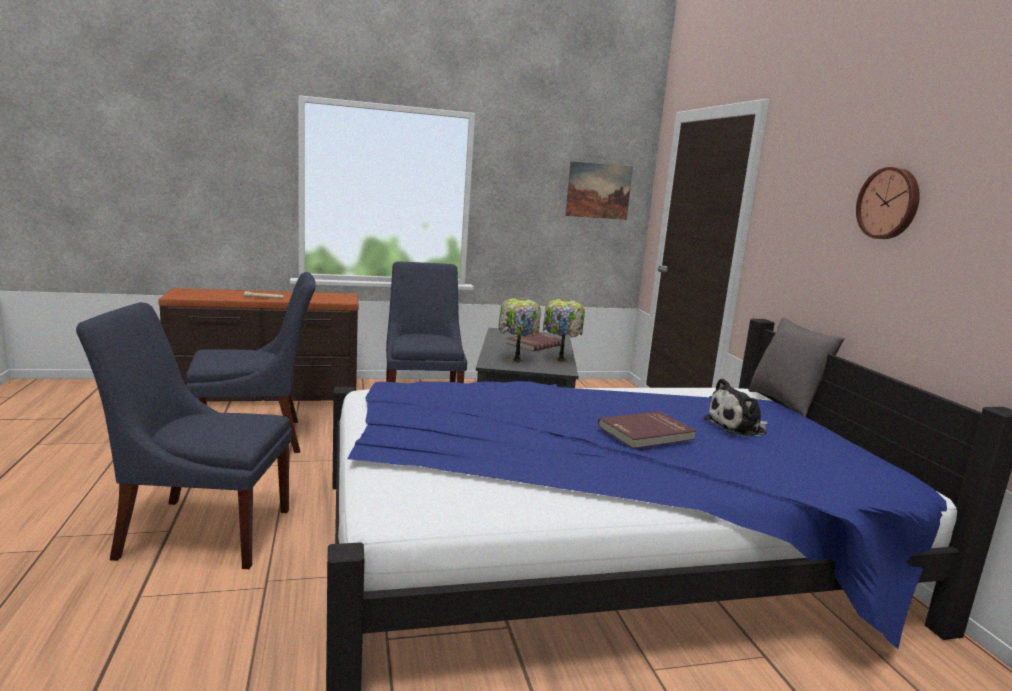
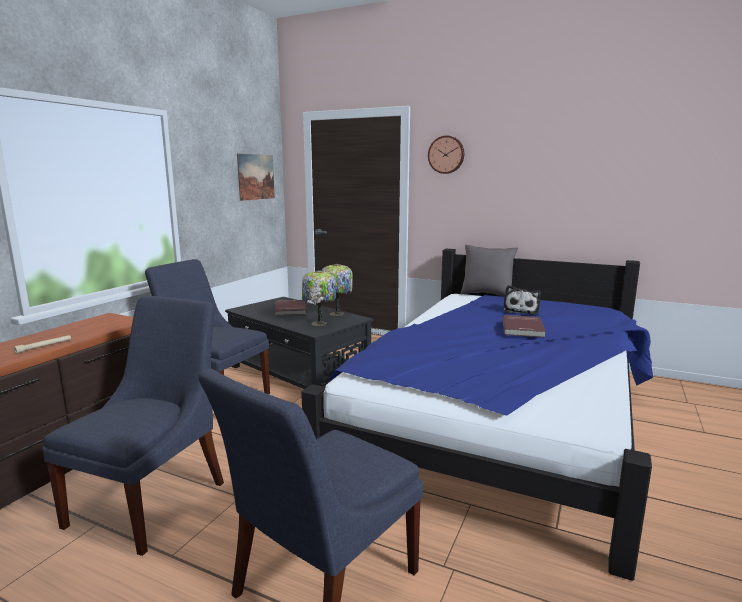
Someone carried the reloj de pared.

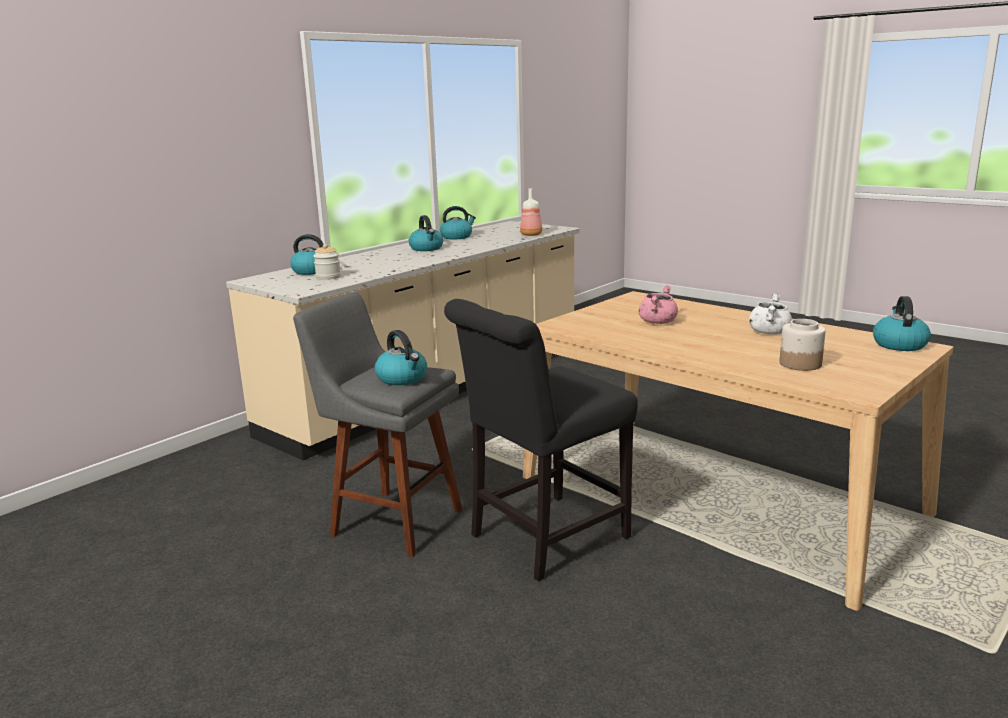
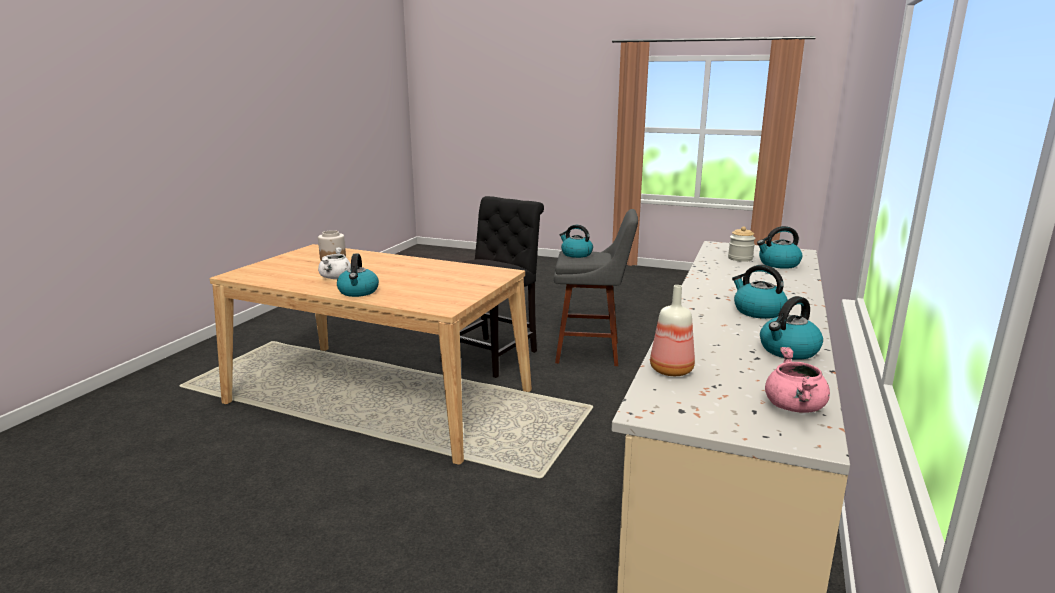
Someone carried the olla (rosa).
Someone carried the hervidor (5th from left in the first image).

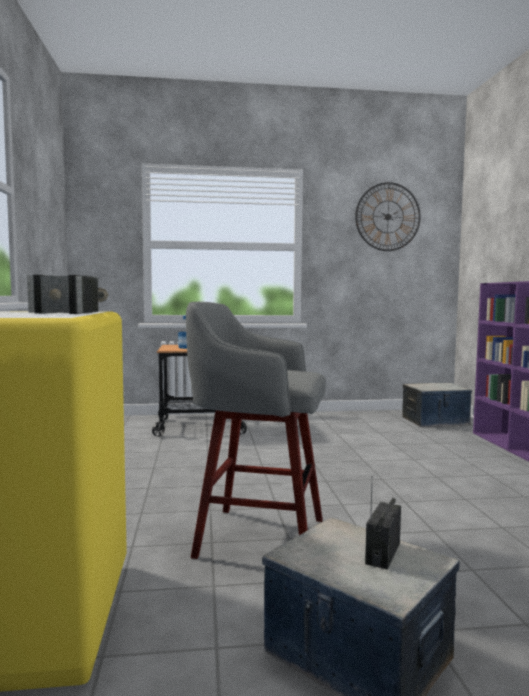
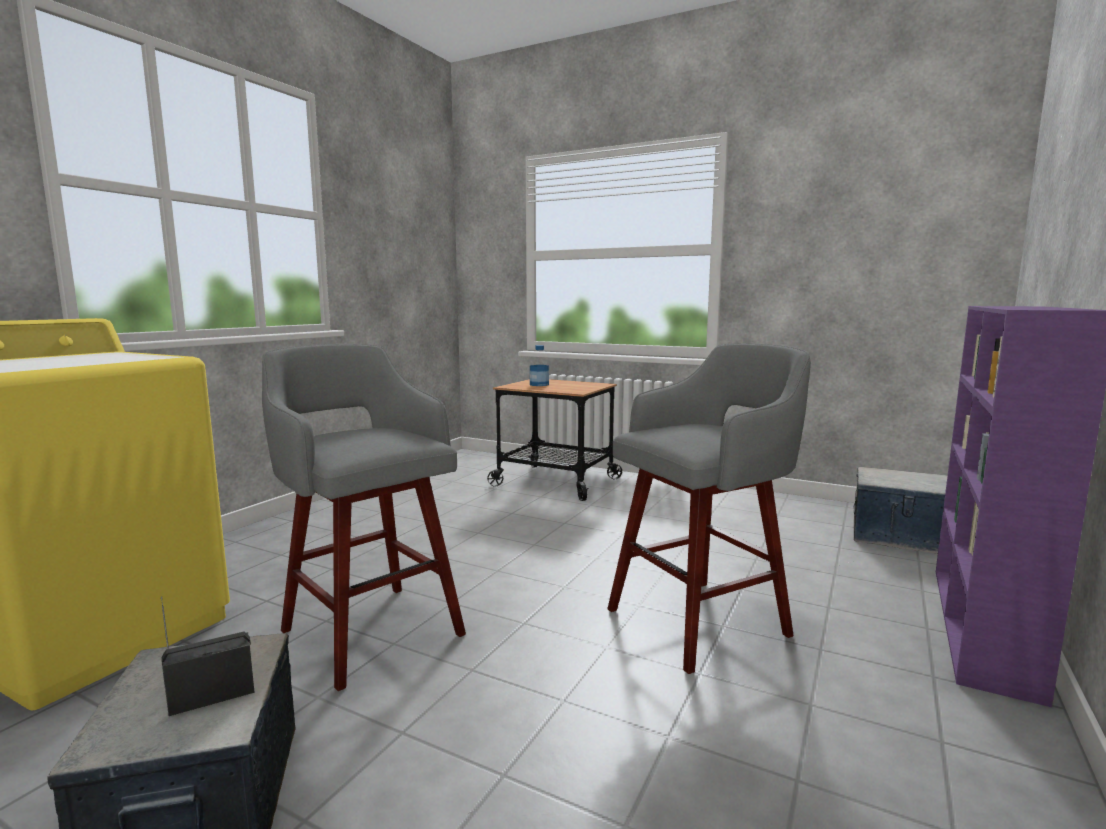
Someone took away the reloj de pared.
Someone took away the martillo.
Someone put down the taburete (gris) (2nd from left).

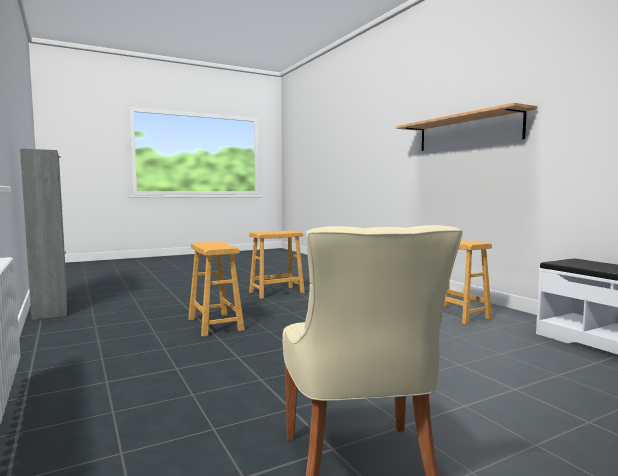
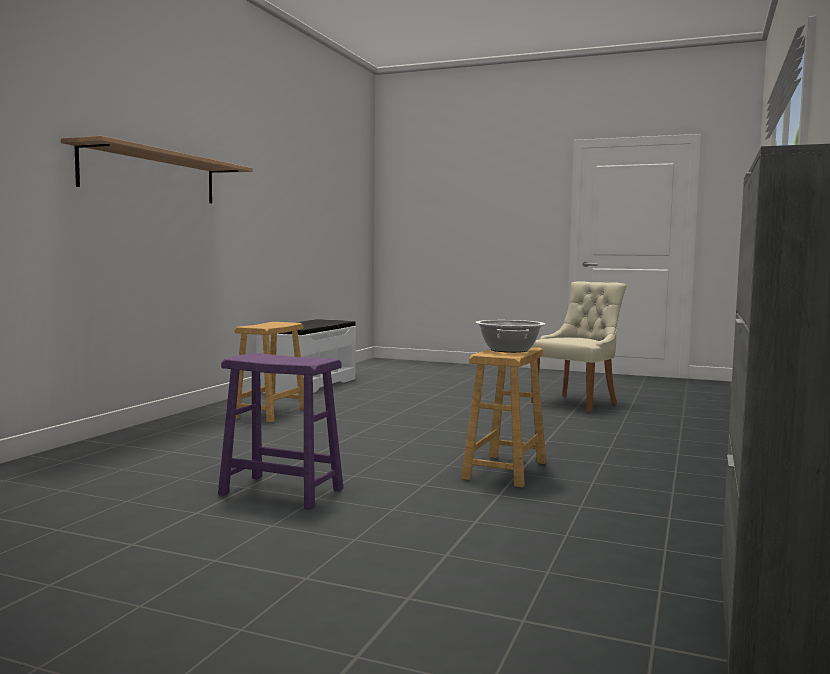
Someone repainted the taburete (marrón) (2nd from left), which became the taburete (morado).
Someone put down the olla.

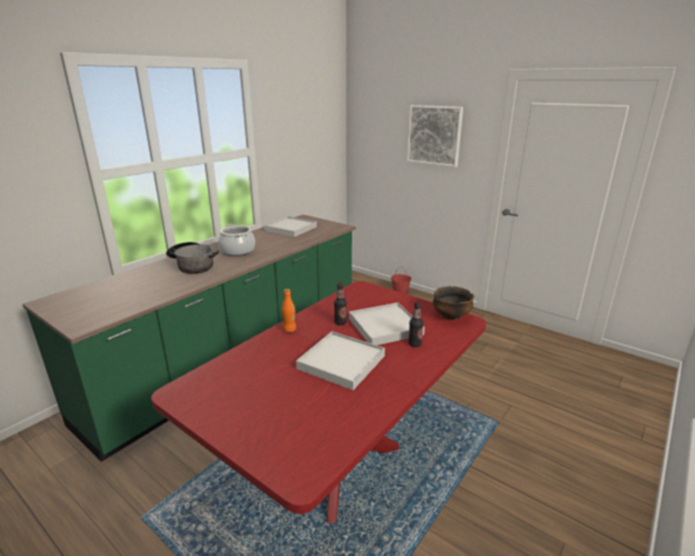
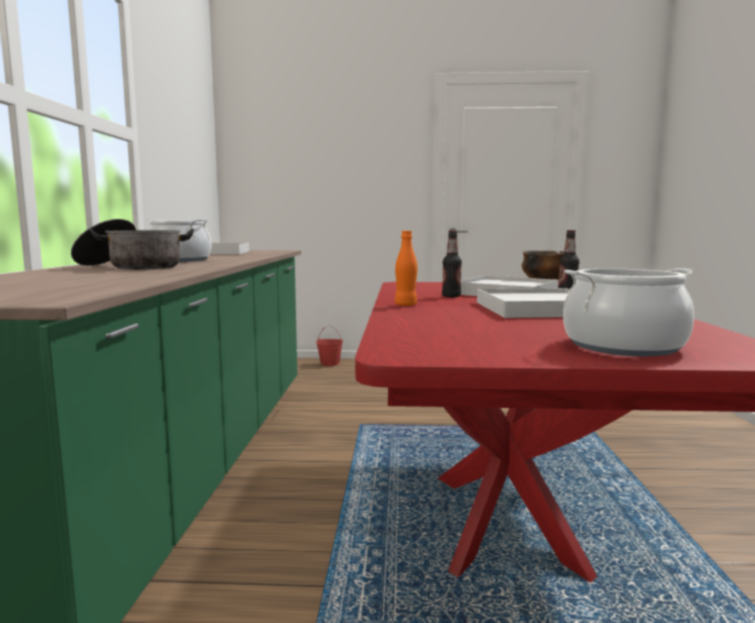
Someone took away the cuadro.
Someone put down the olla (3rd from left).

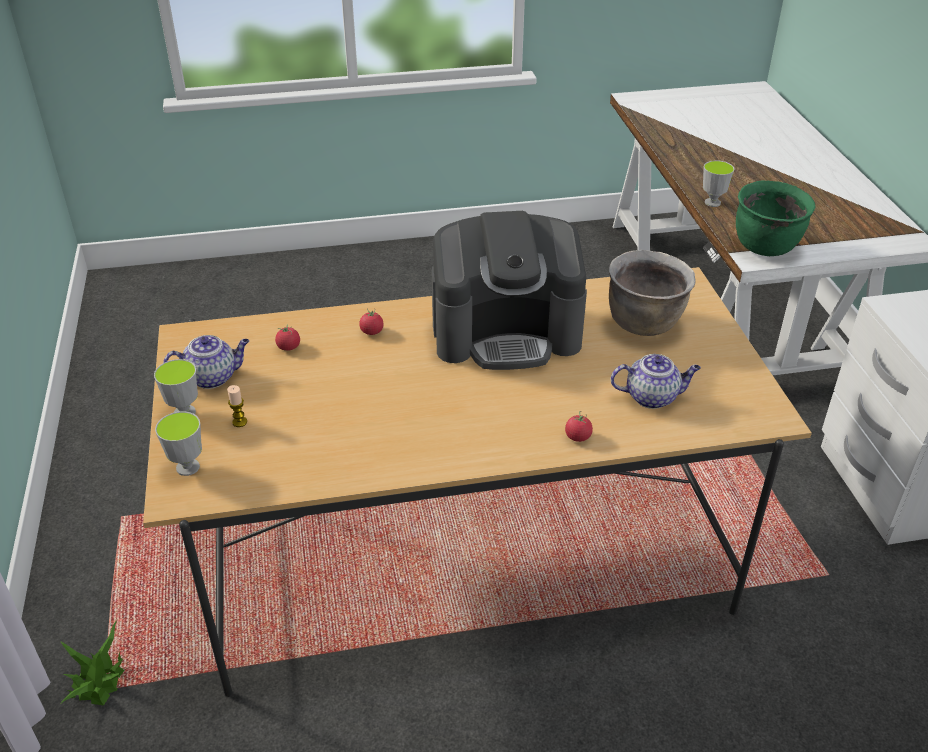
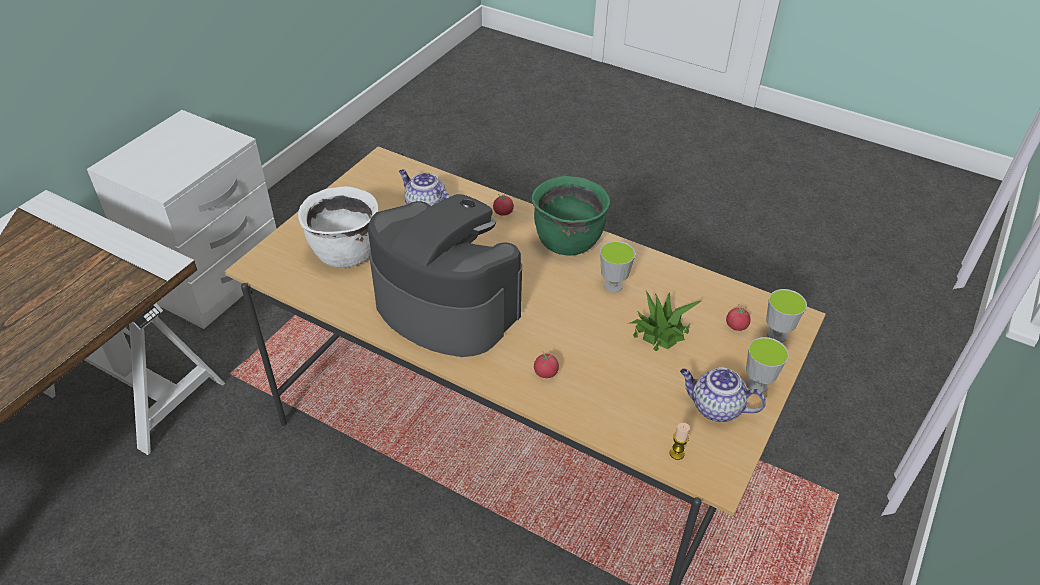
Someone carried the taza (3rd from left in the first image).
Someone carried the olla (verde).
Someone repainted the olla (marrón), which became the olla (blanco).
Someone carried the tomate (1st from left in the first image).
Someone carried the vela.
Someone carried the planta en maceta.

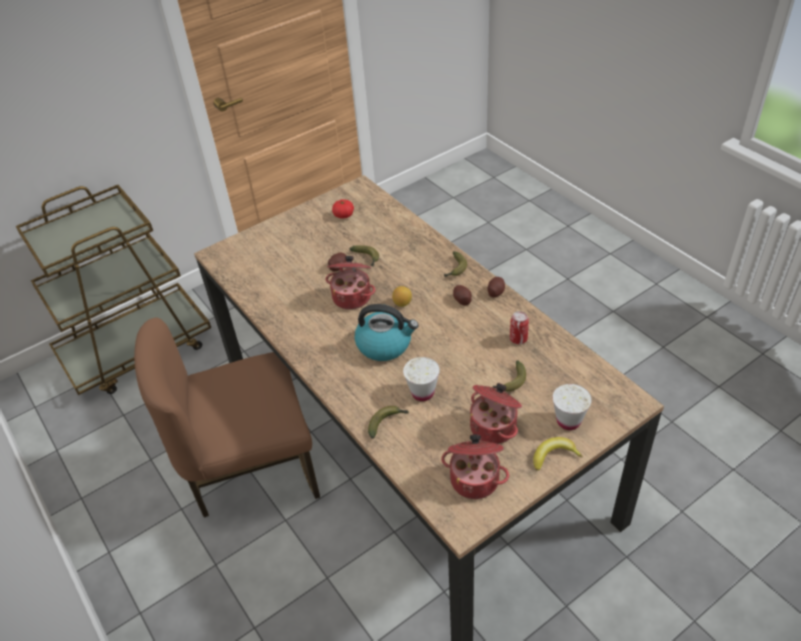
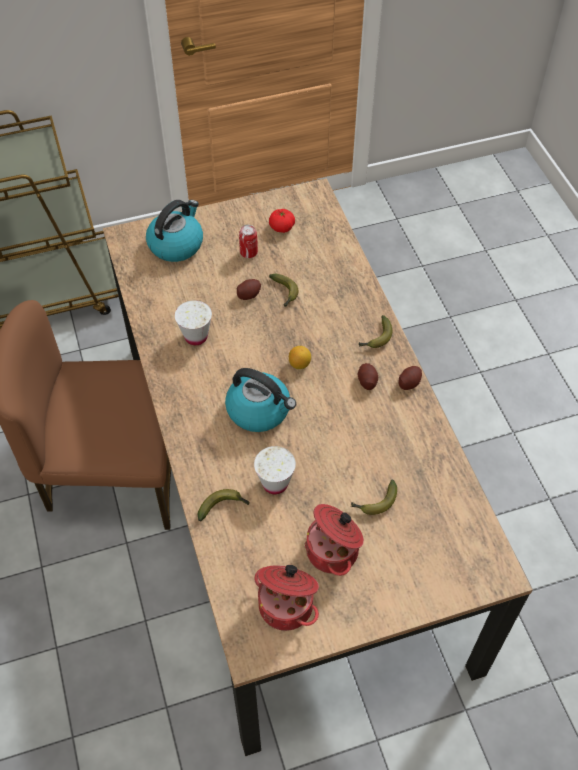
Someone took away the olla (1st from left).
Someone carried the lata.
Someone carried the taza (blanco) (2nd from left in the first image).
Someone took away the plátano (5th from left).
Someone put down the hervidor (1st from left).

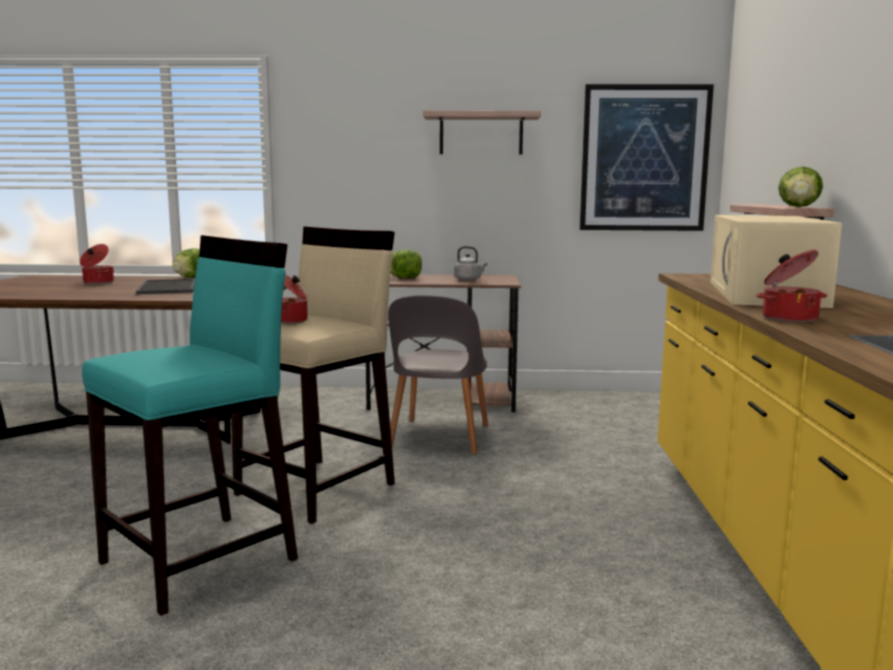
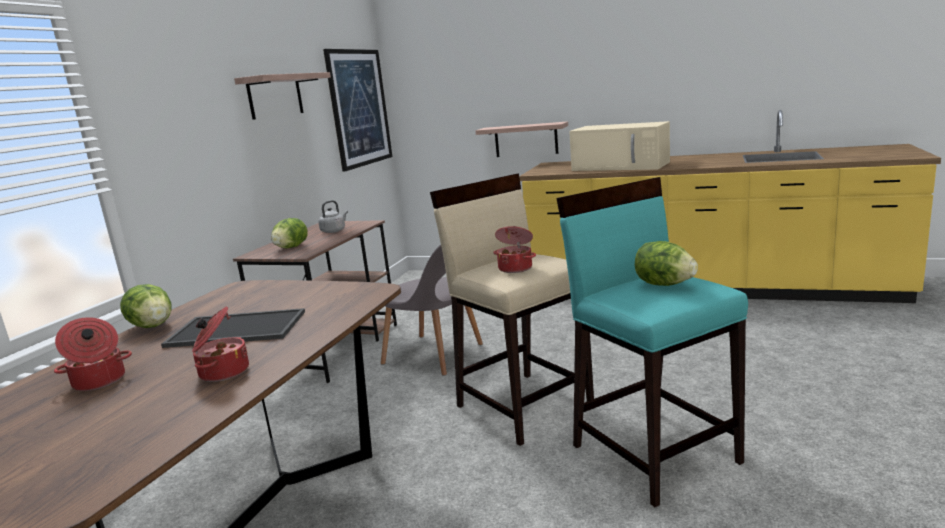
Someone carried the lechuga (3rd from left).
Someone carried the olla (3rd from left in the first image).

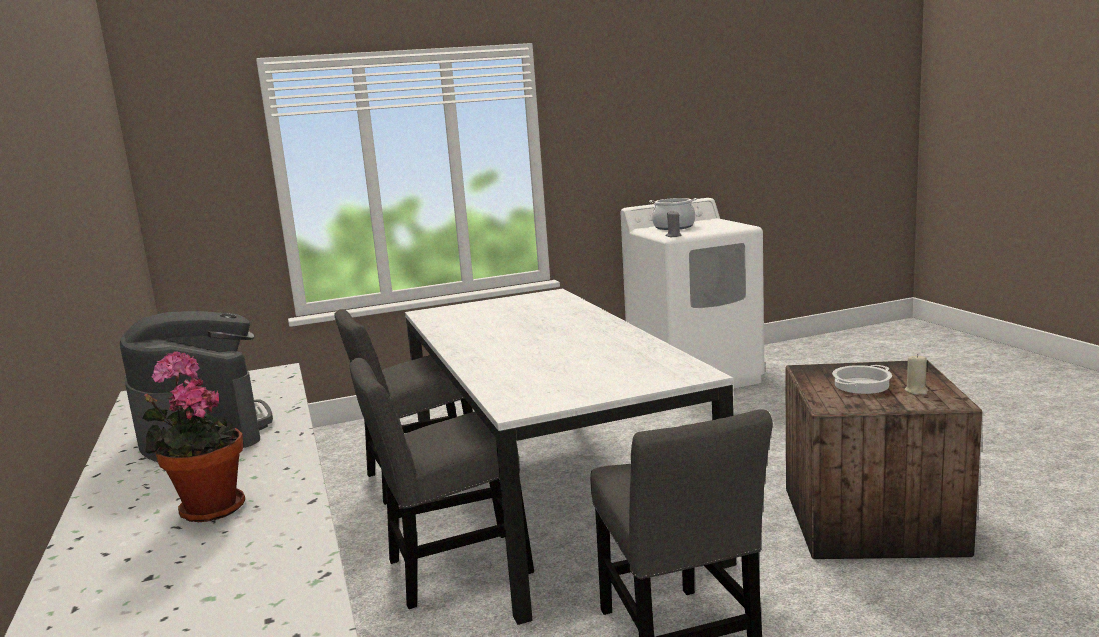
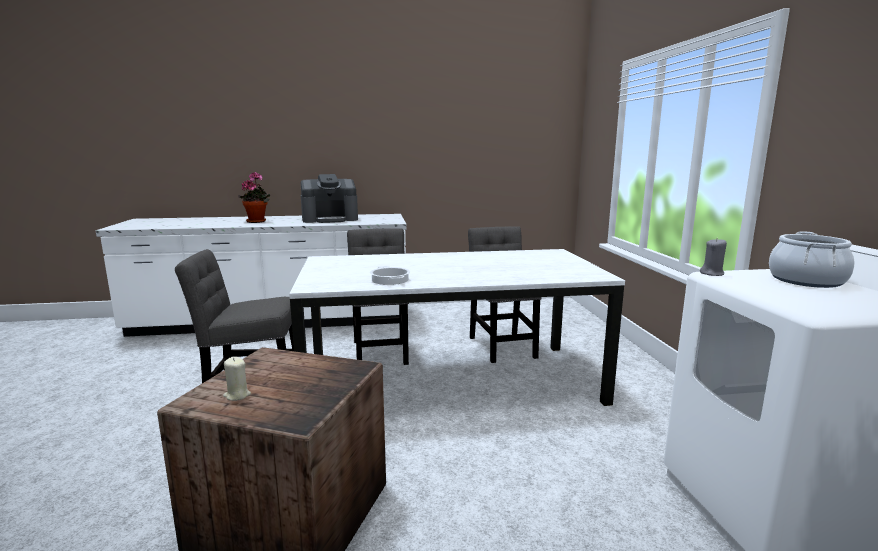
Someone carried the olla (2nd from left in the first image).

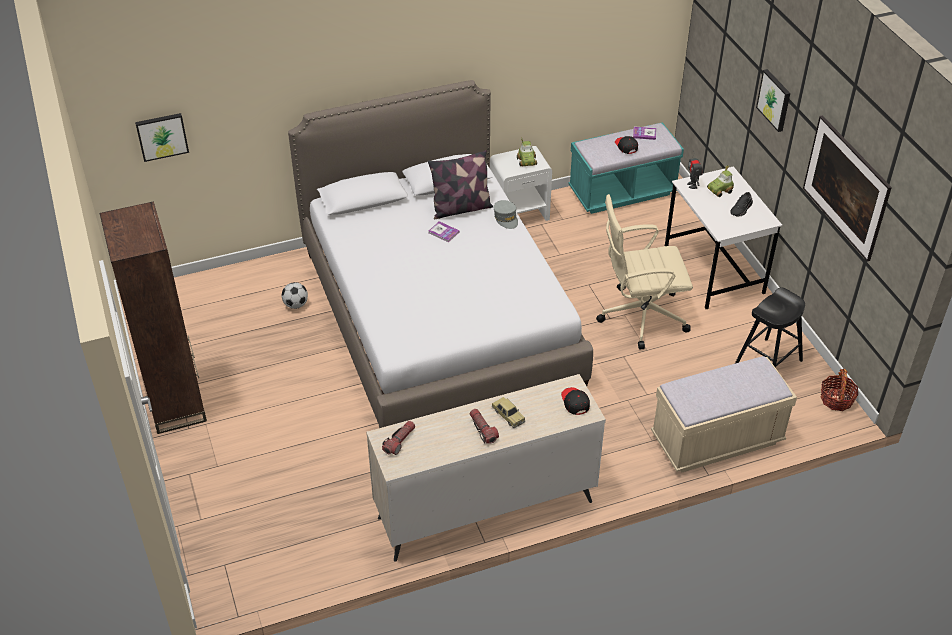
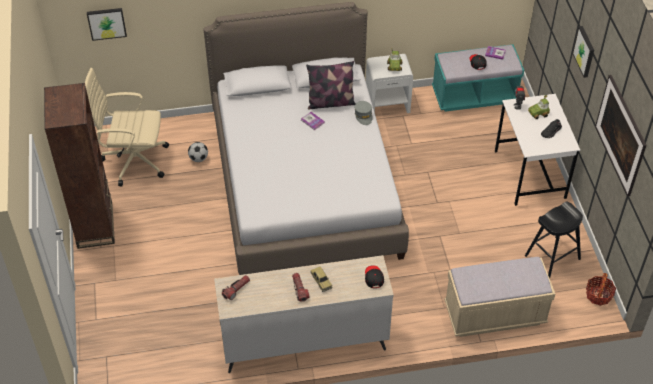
Someone carried the silla de oficina (beis).

